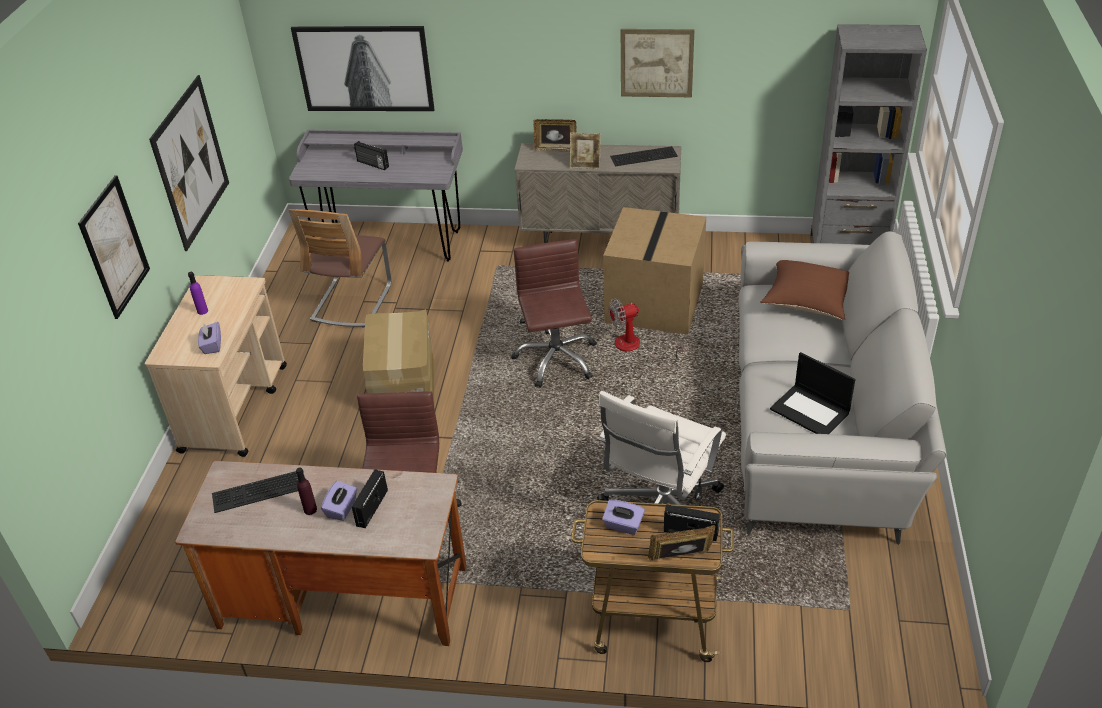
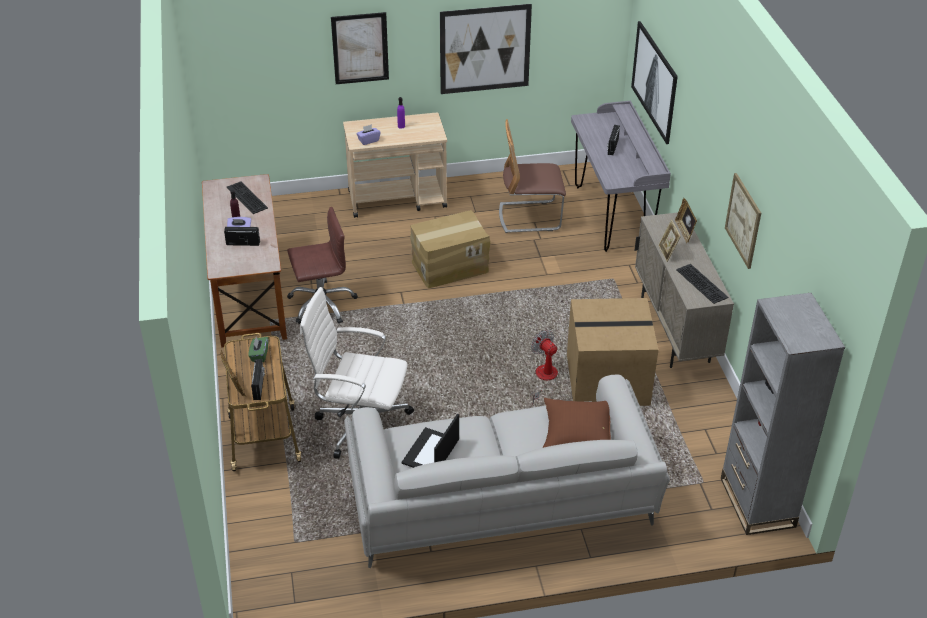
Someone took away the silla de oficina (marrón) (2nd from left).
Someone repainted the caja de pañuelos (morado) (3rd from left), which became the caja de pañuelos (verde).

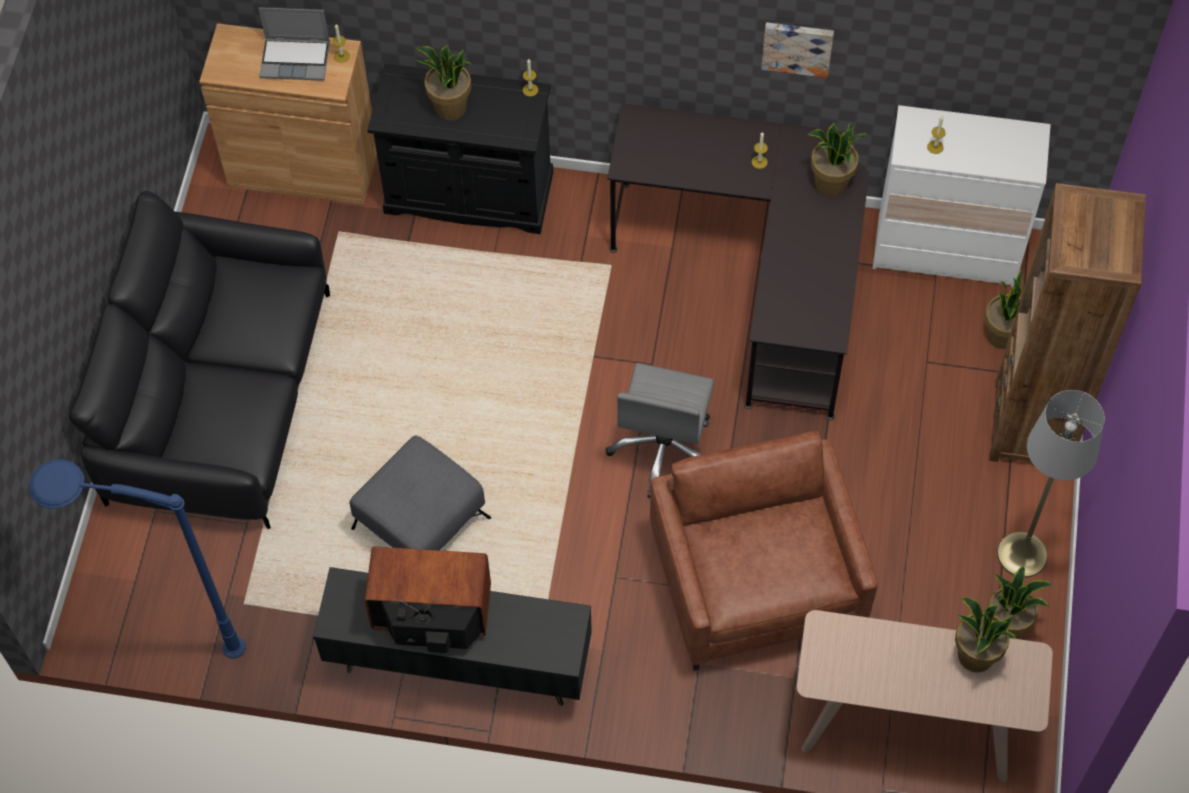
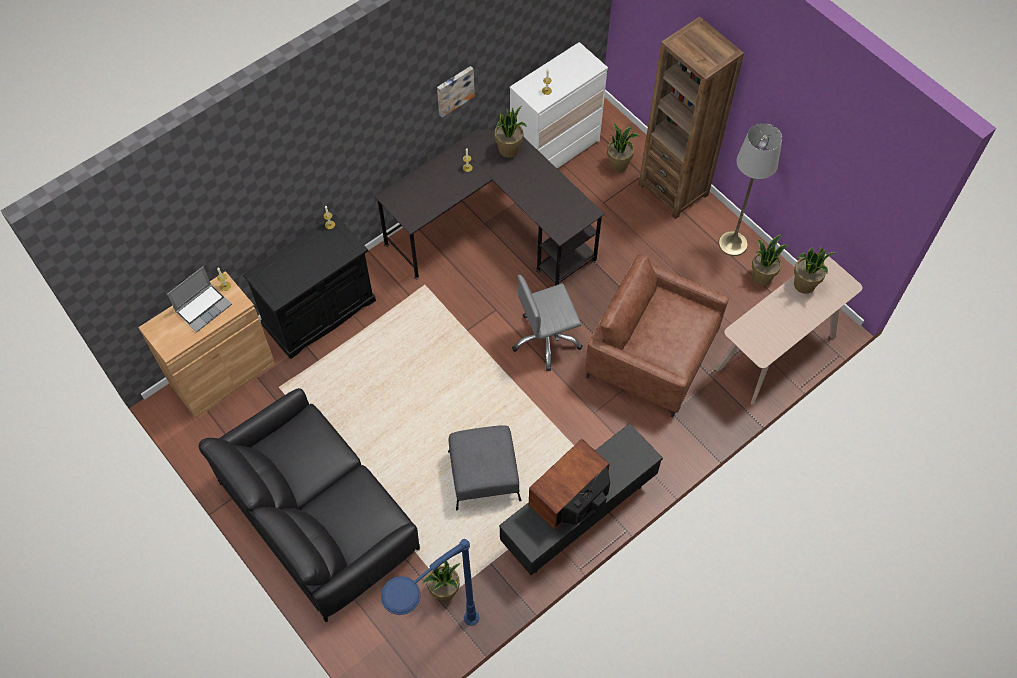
Someone carried the planta en maceta (1st from left).
Someone rotated the silla de oficina (gris) by 105 degrees clockwise.

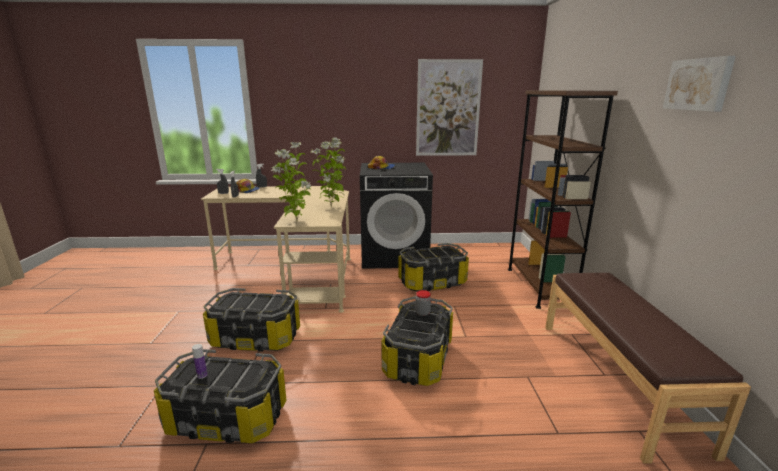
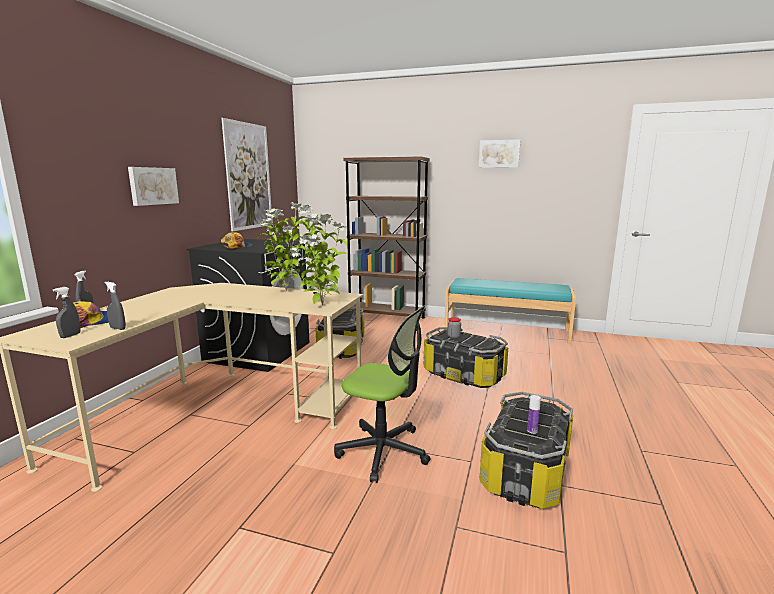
Someone repainted the banco (marrón), which became the banco (turquesa).
Someone swapped the caja de almacenaje (2nd from left) for the silla de oficina.
Someone put up the cuadro (1st from left).

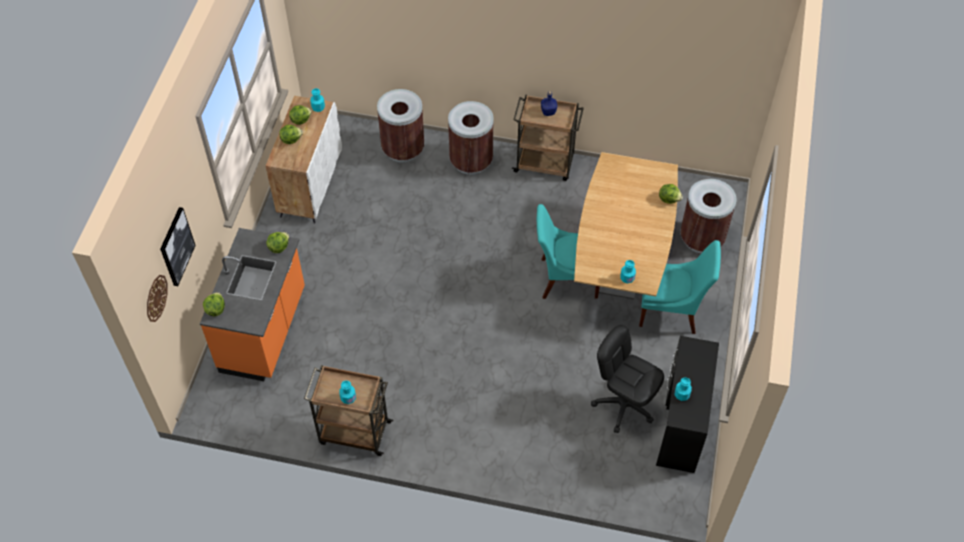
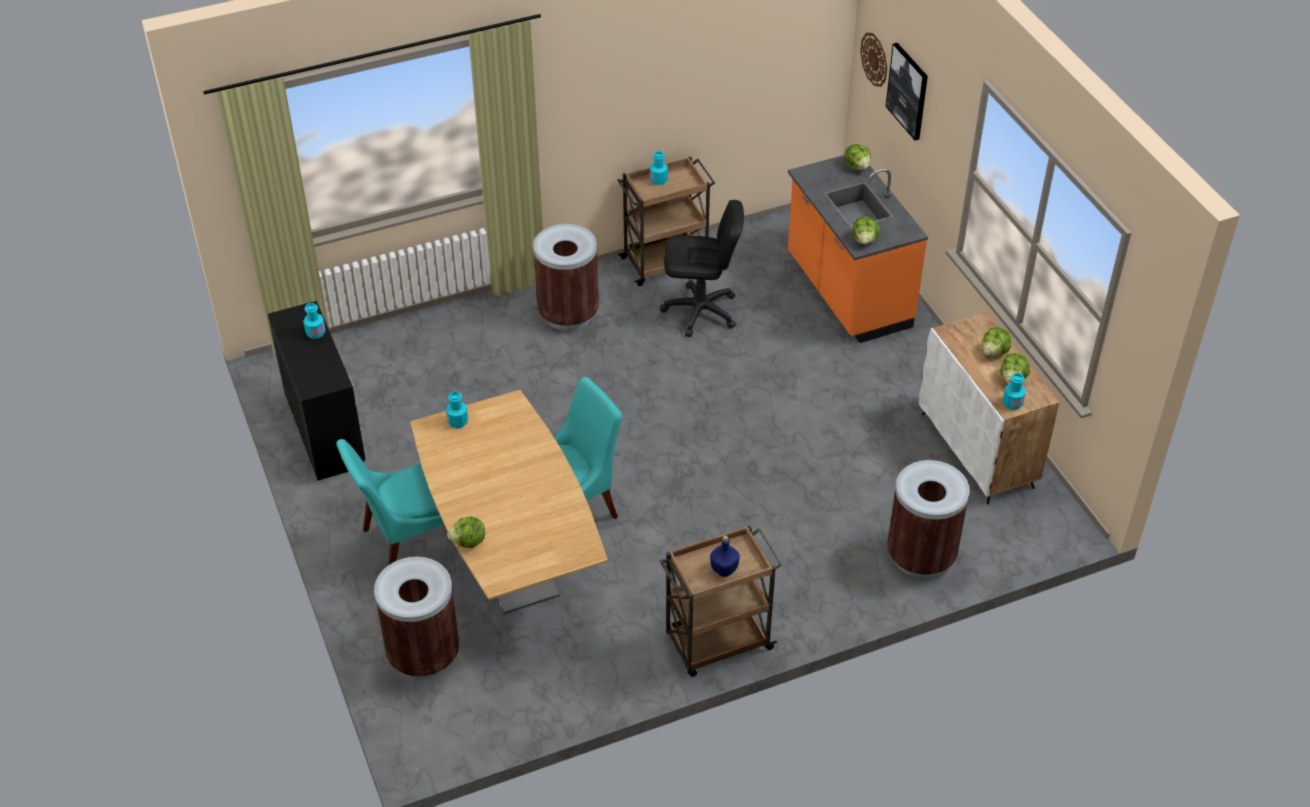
Someone carried the papelera (marrón) (2nd from left).
Someone carried the silla de oficina (negro).

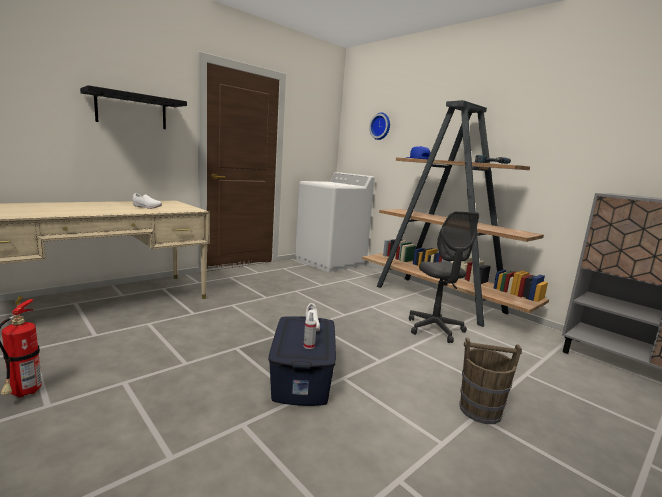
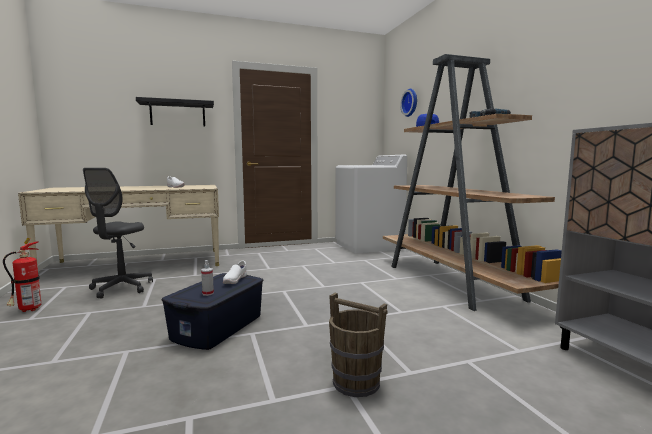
Someone carried the silla de oficina (gris).

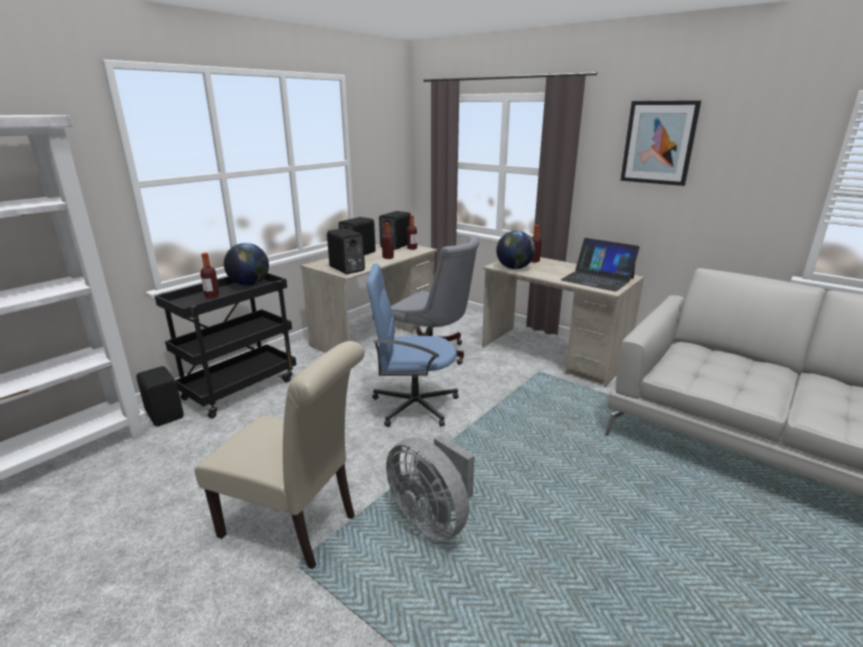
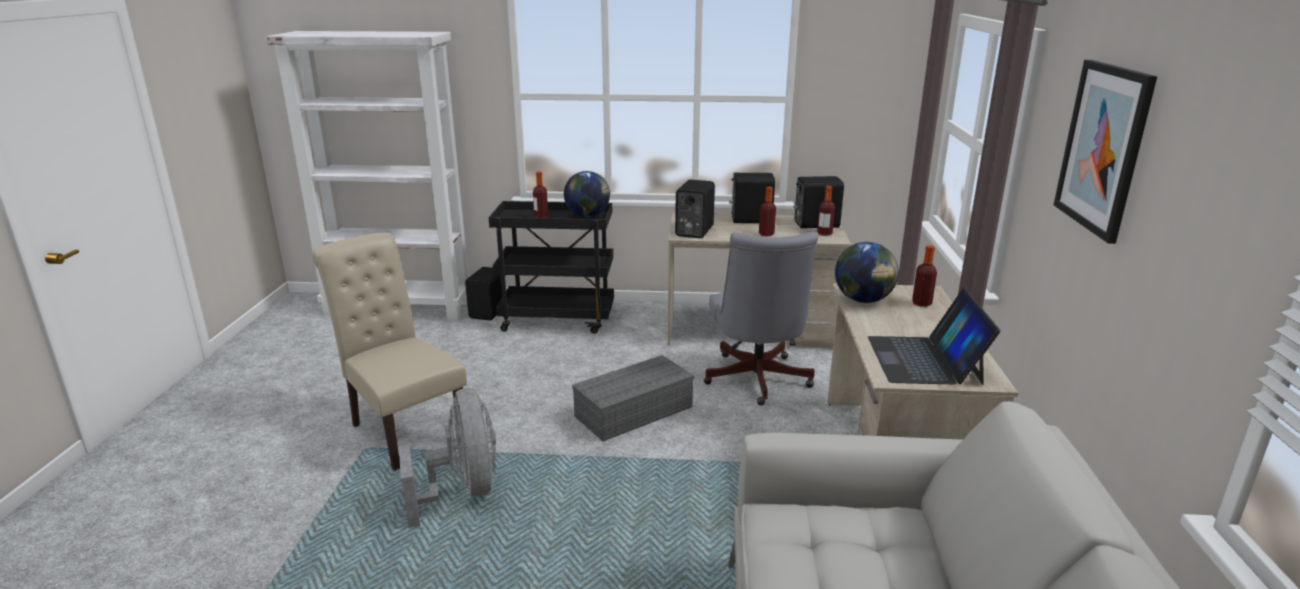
Someone swapped the silla de oficina (azul) for the caja de almacenaje (gris).
Someone rotated the silla (beis) by 150 degrees clockwise.
Someone rotated the ventilador (gris) by 150 degrees clockwise.

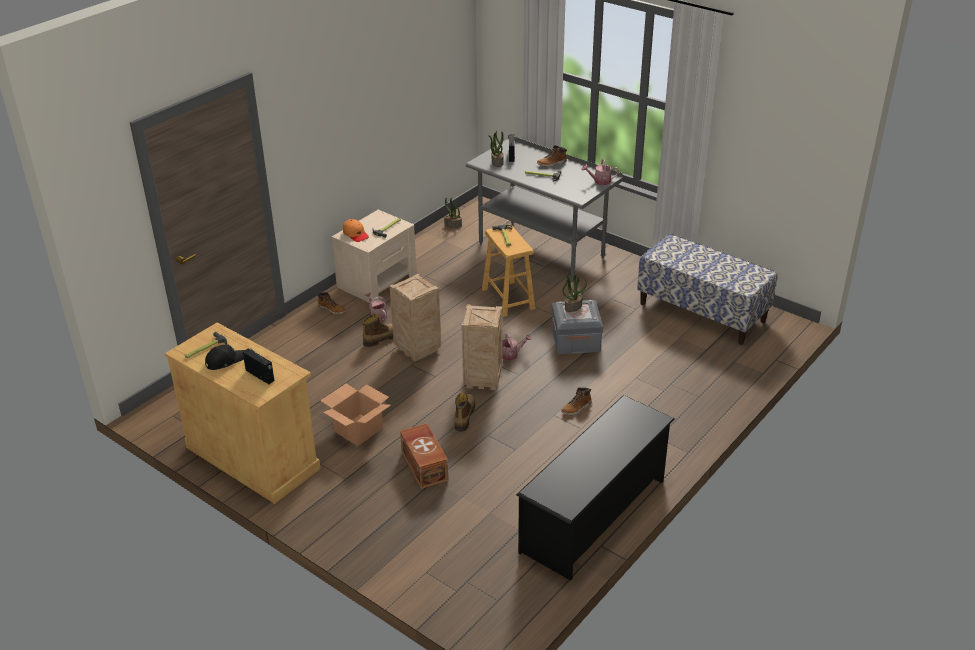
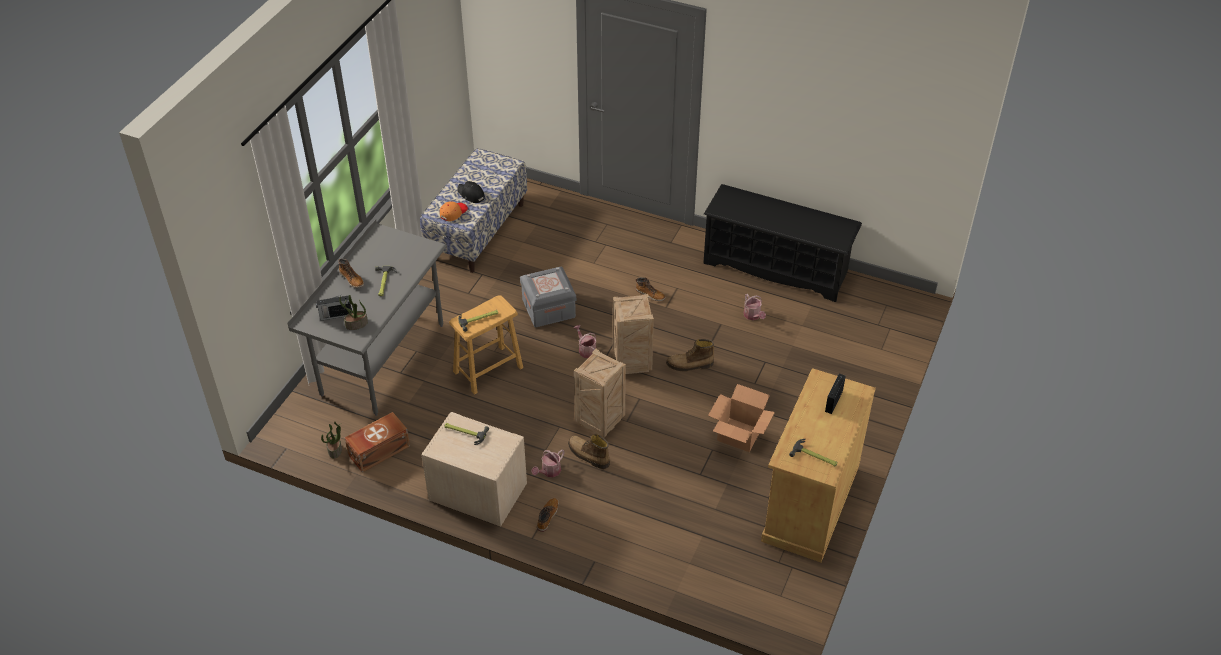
Someone carried the regadera (3rd from left).
Someone carried the gorra (naranja).
Someone took away the planta en maceta (3rd from left).
Someone carried the gorra (negro).
Someone carried the caja de almacenaje (marrón).

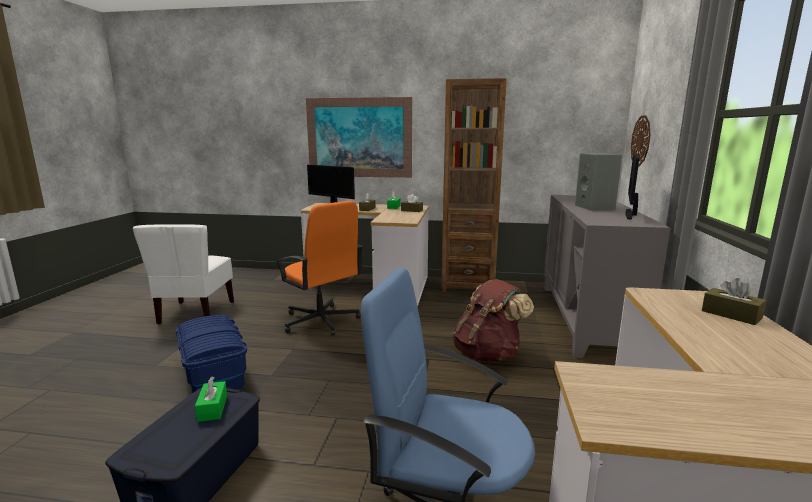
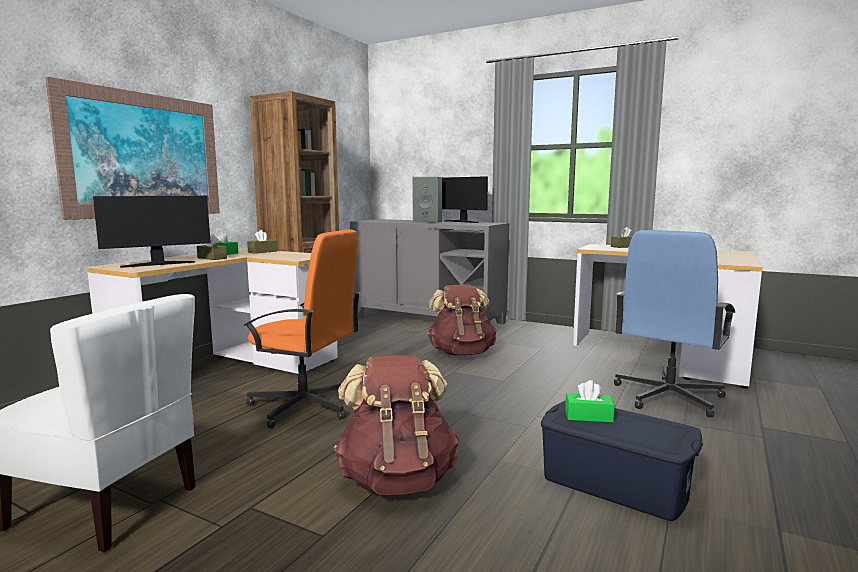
Someone took away the reloj de pared.
Someone rotated the silla de oficina (naranja) by 45 degrees clockwise.
Someone swapped the caja de almacenaje (azul) (2nd from left) for the mochila (marrón) (1st from left).

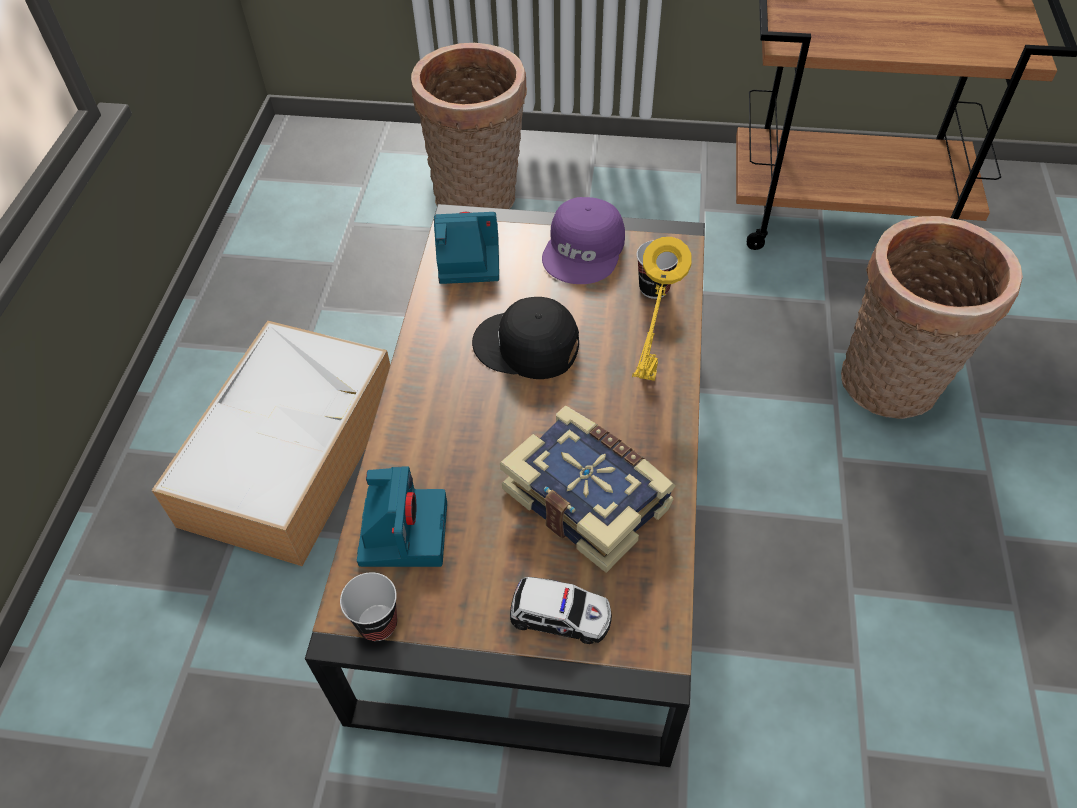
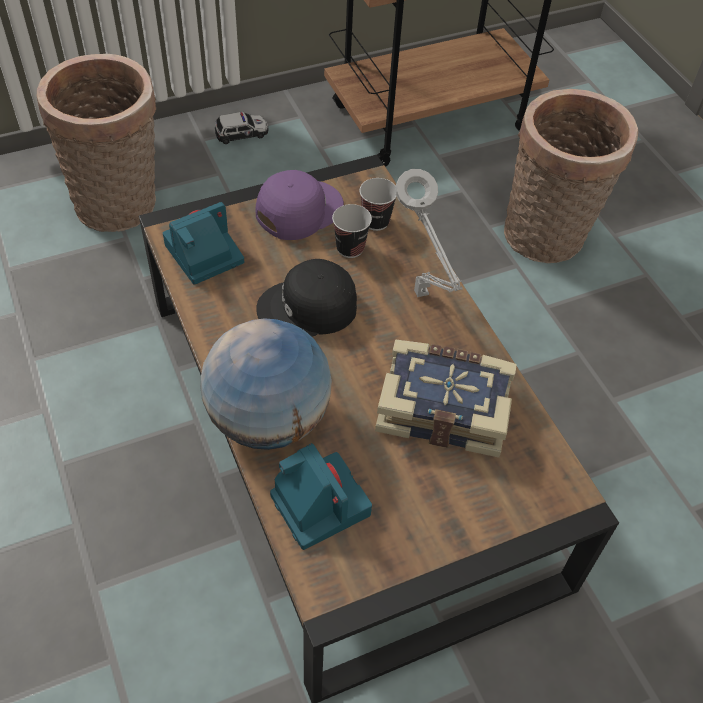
Someone rotated the gorra (morado) by 120 degrees counterclockwise.
Someone repainted the lámpara de mesa (amarillo), which became the lámpara de mesa (gris).
Someone took away the caja de almacenaje.
Someone carried the taza (1st from left).
Someone carried the coche de juguete.
Someone put down the globo terráqueo.

